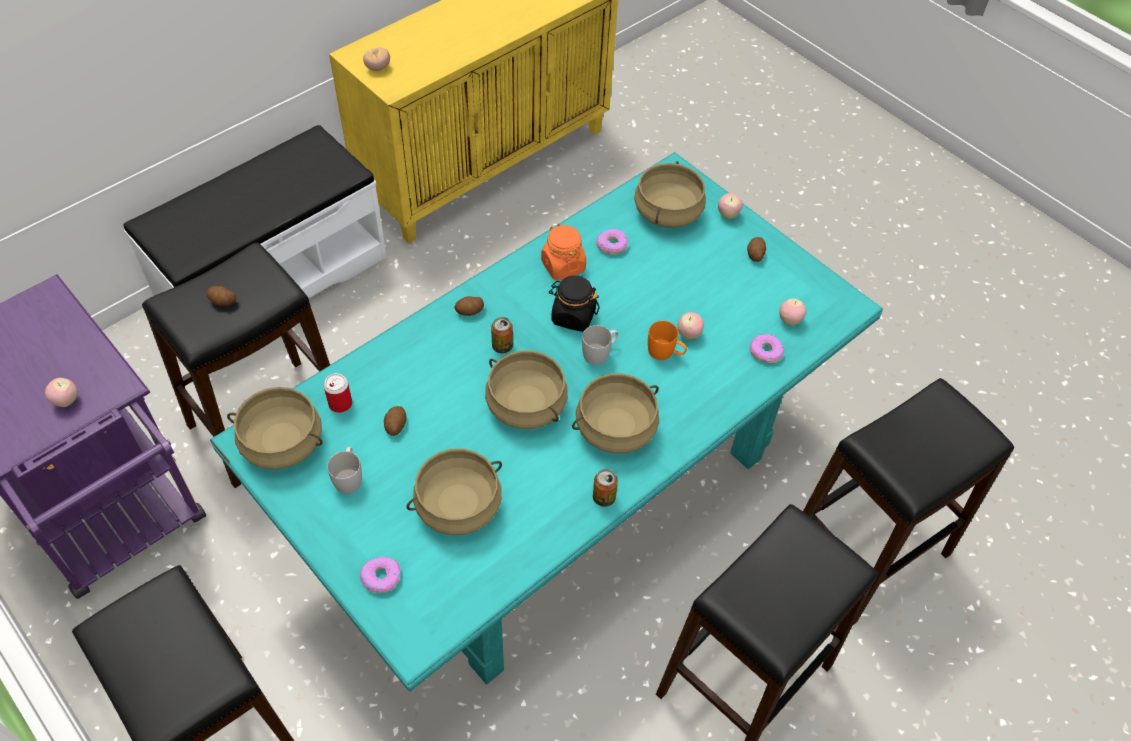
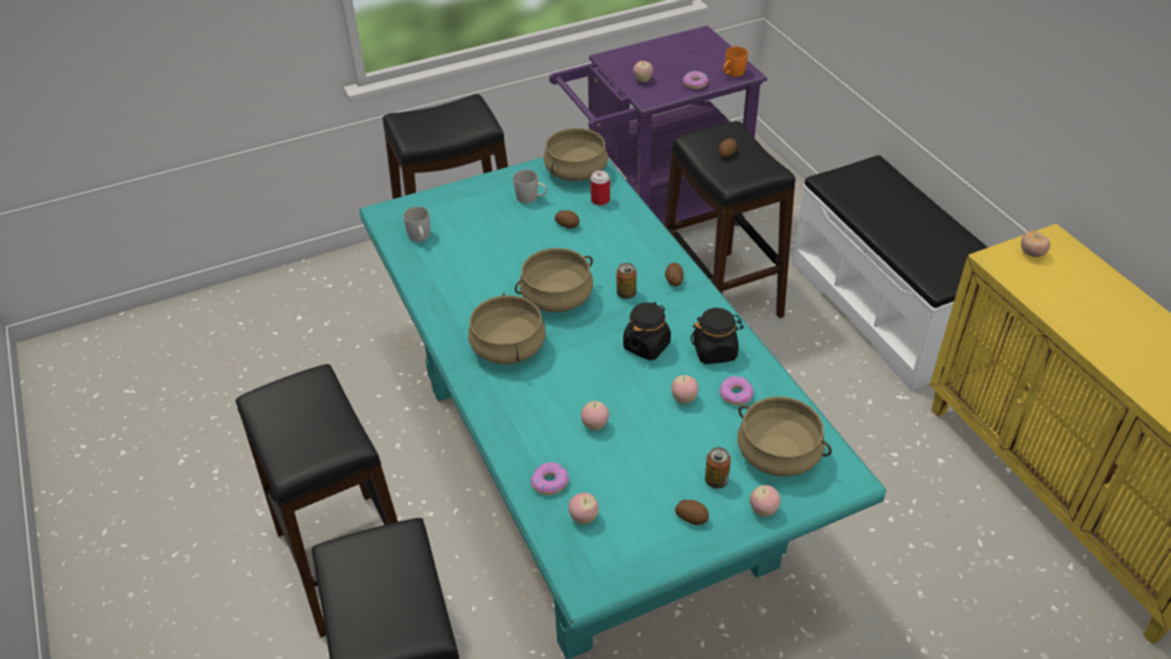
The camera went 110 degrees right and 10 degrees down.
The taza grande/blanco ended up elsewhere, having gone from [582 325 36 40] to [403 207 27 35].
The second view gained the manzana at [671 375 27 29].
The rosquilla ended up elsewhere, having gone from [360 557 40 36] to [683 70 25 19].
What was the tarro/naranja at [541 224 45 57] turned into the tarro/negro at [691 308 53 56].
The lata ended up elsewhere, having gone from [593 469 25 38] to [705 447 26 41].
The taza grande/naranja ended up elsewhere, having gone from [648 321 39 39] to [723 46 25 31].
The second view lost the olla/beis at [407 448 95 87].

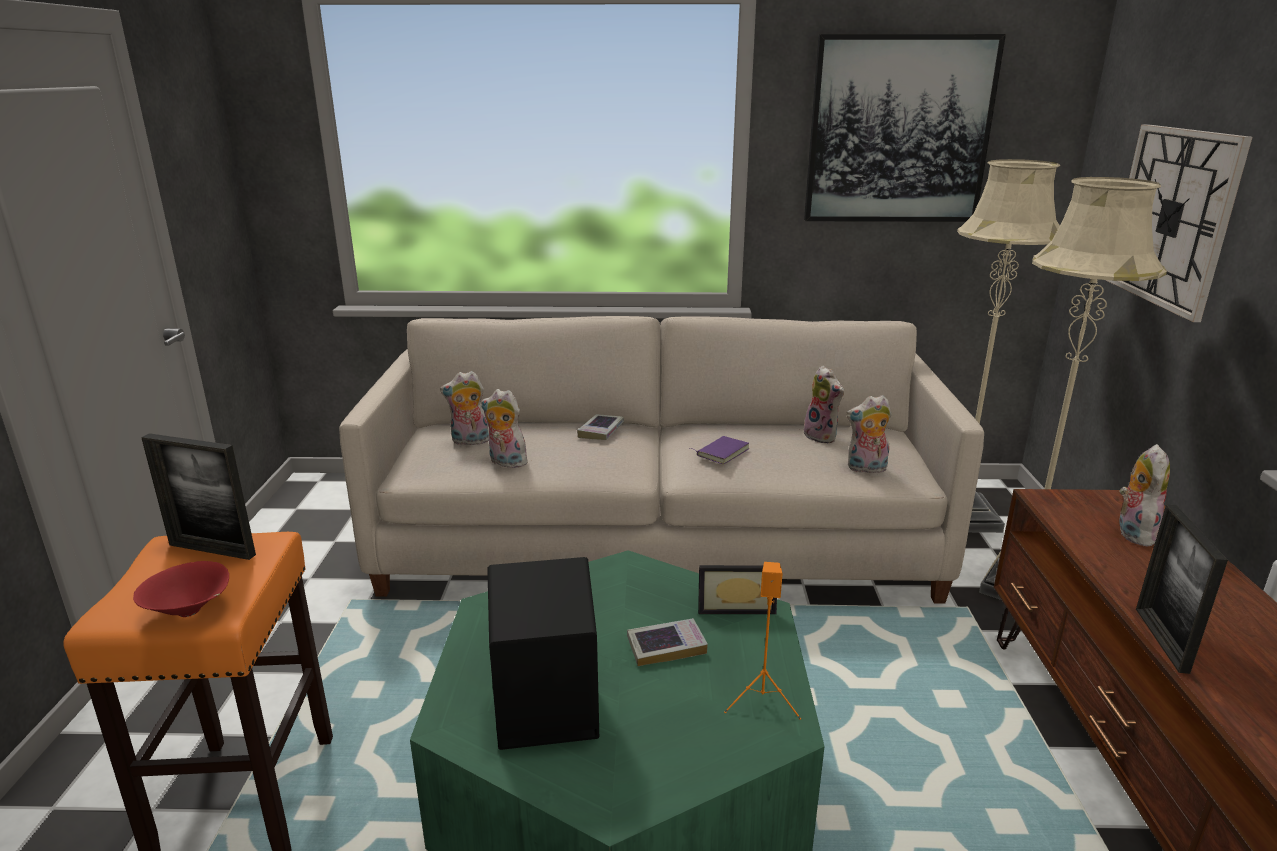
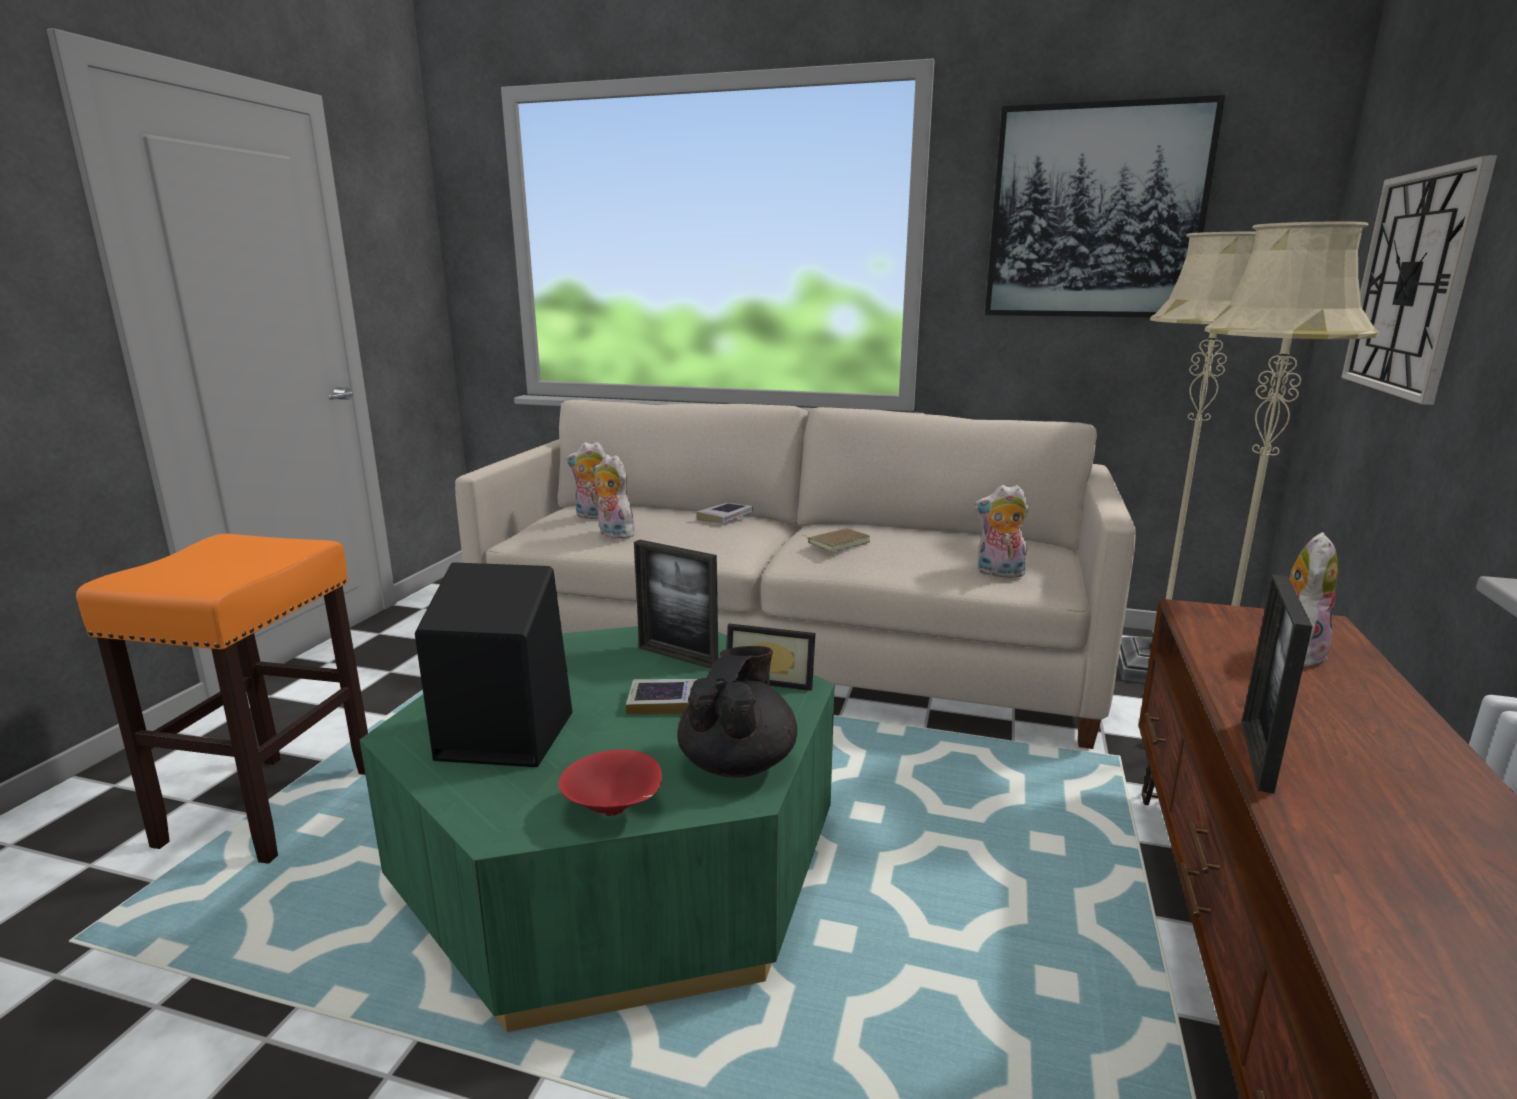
The camera went 15 degrees right and 5 degrees down.
The cuenco/rojo ended up elsewhere, having gone from [133 561 96 56] to [559 749 103 67].
The portarretratos ended up elsewhere, having gone from [141 433 115 127] to [634 540 84 129].
Where the altavoz/naranja stood at [724 562 77 158], the tetera/negro came to stand at [677 646 120 131].
What was the libro/morado at [689 436 60 28] turned into the libro/marrón at [804 529 66 23].
The second view lost the peluche at [804 366 40 77].

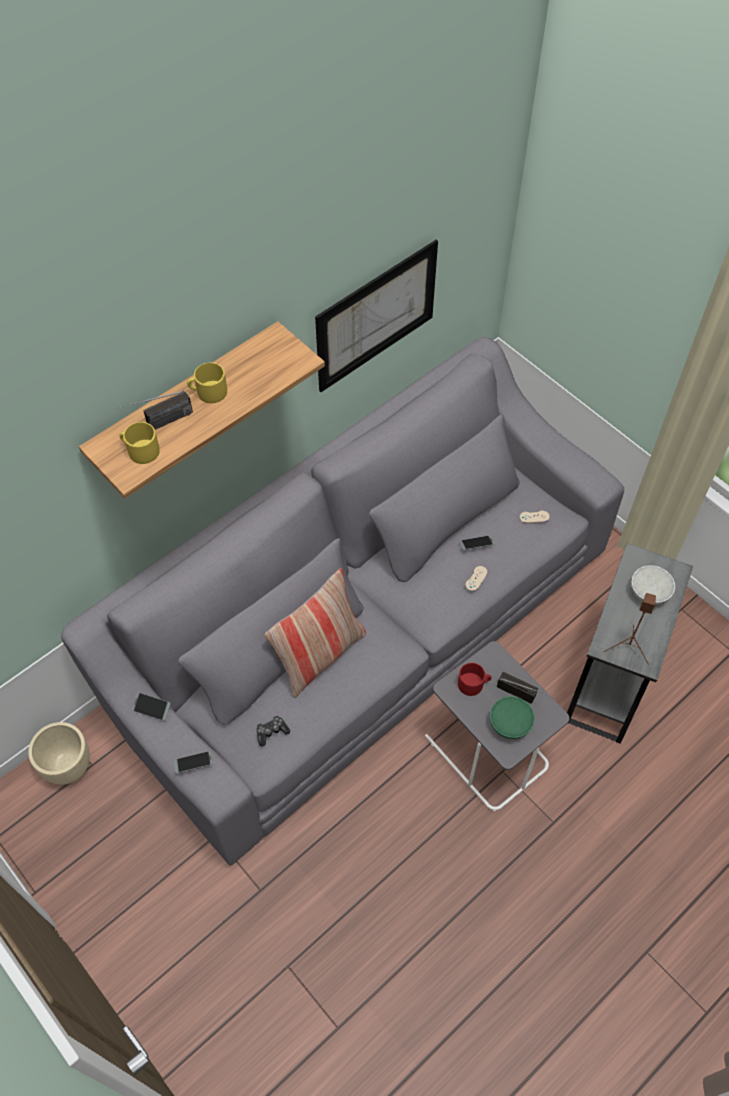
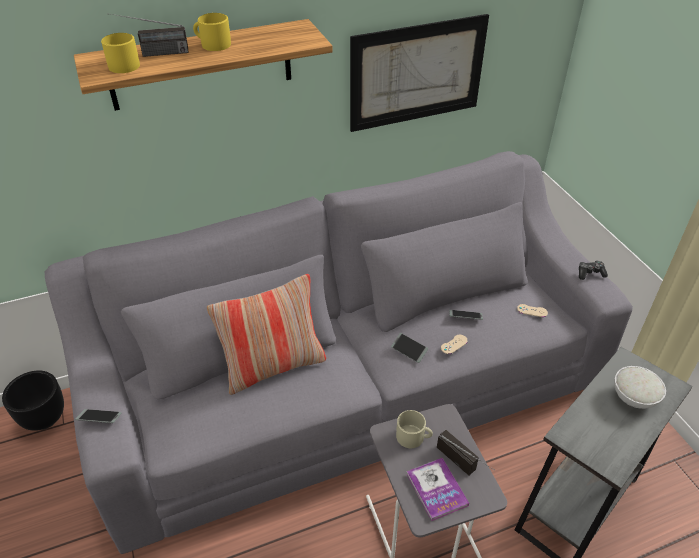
The camera went 20 degrees right and 15 degrees down.
What was the maceta/beis at [28 722 62 63] turned into the maceta/negro at [2 371 62 60].
The móvil ended up elsewhere, having gone from [132 692 39 29] to [391 333 37 30].
What was the taza grande/rojo at [458 663 34 33] turned into the taza grande/beis at [396 410 37 38].
Where the cuenco/verde stood at [490 696 45 43], the libro came to stand at [407 458 62 63].
The mando de consola ended up elsewhere, having gone from [256 715 34 31] to [579 260 29 20].
The second view lost the altavoz/marrón at [603 593 53 72].

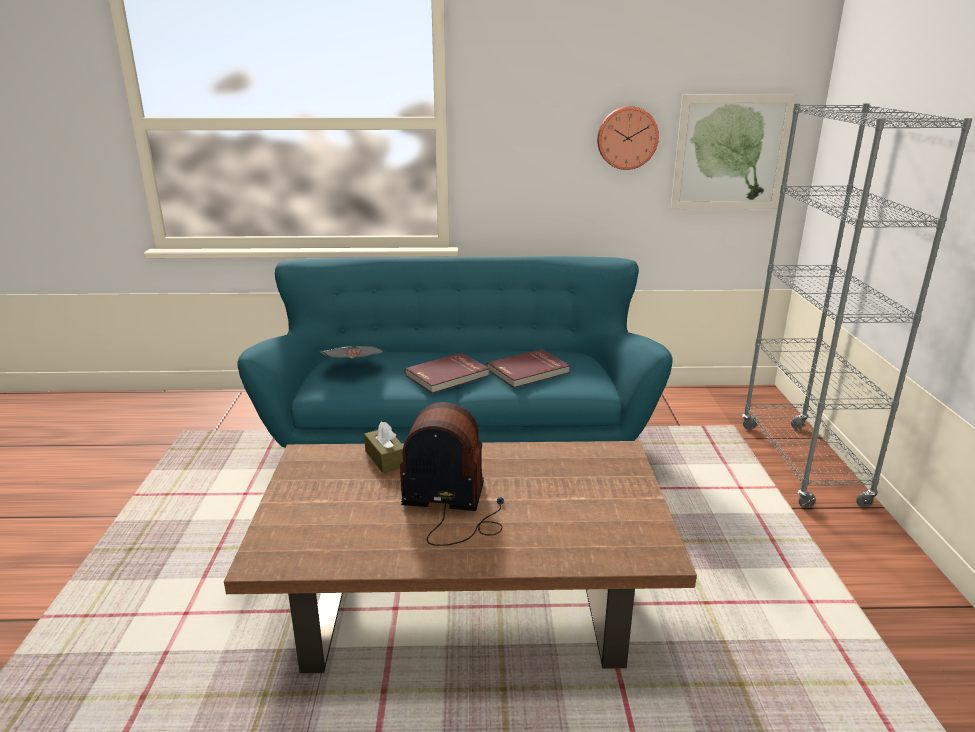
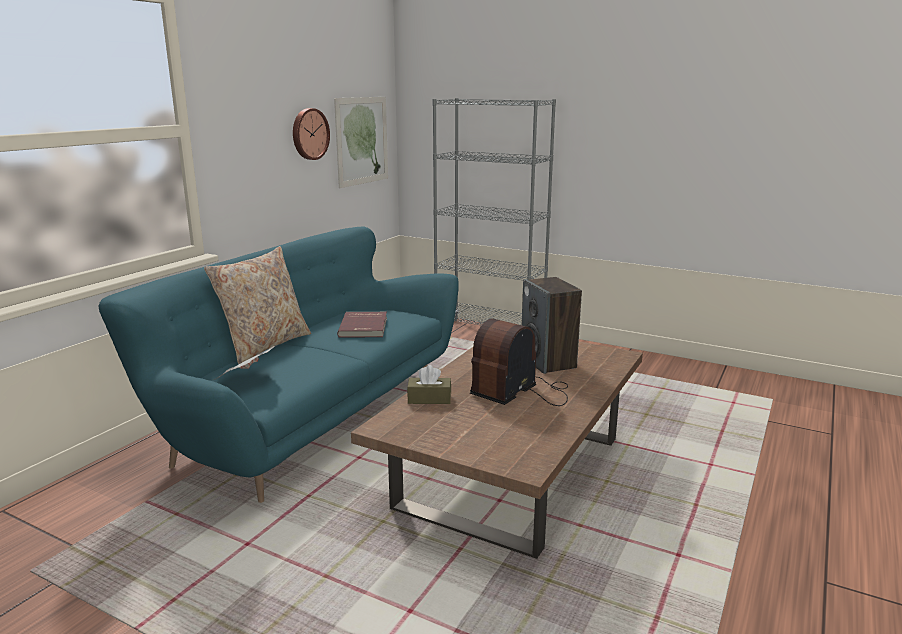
The camera went 60 degrees left and 5 degrees down.
The second view gained the cojín/beis at [204 246 107 118].
The second view gained the altavoz at [522 277 60 97].
The second view lost the libro/rojo at [405 353 84 40].

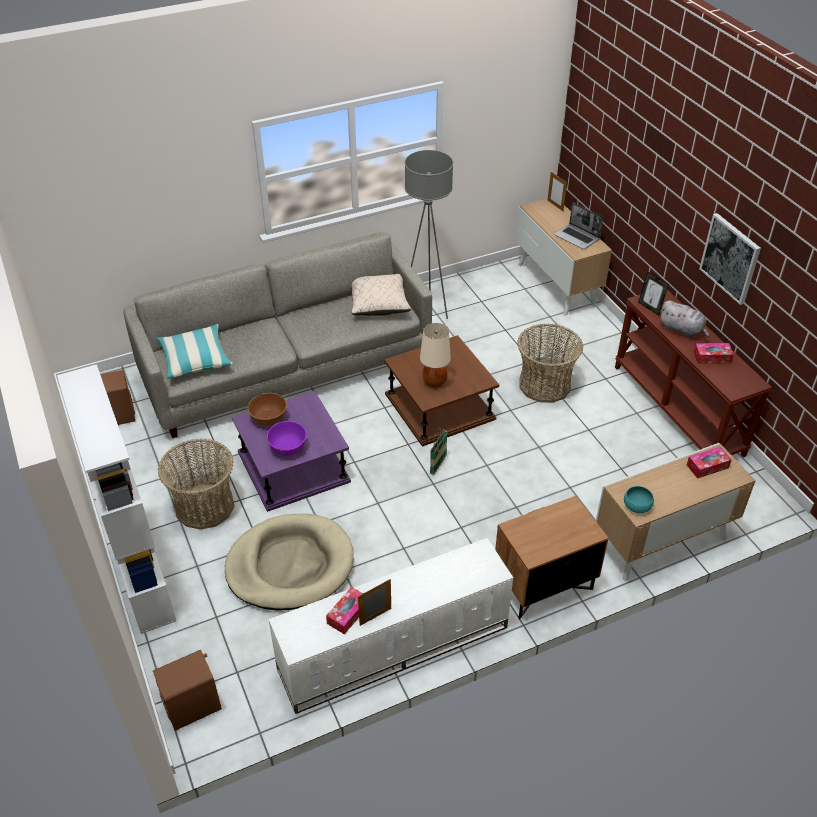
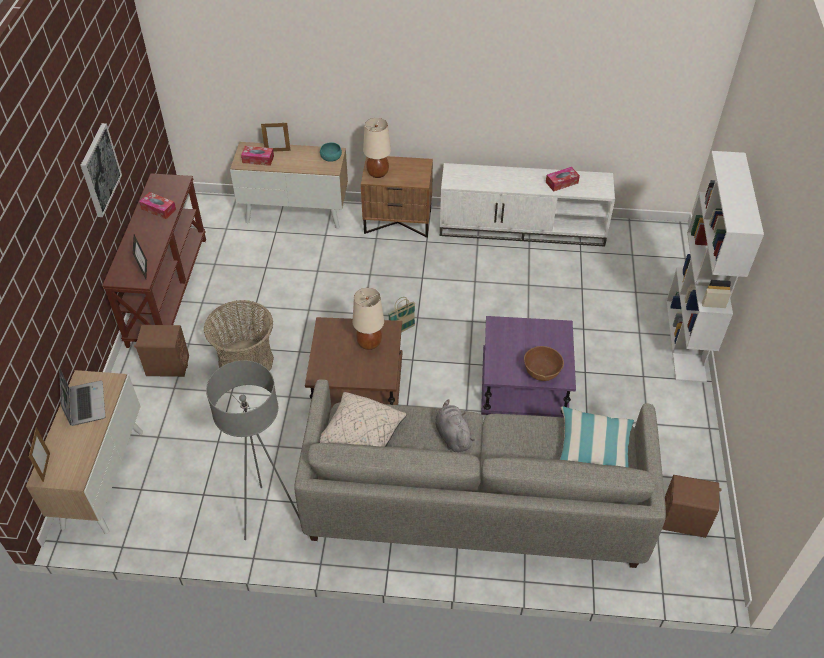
The camera went 150 degrees left and 5 degrees up.
The altavoz/marrón ended up elsewhere, having gone from [153 650 69 81] to [134 325 55 52].
The portarretratos ended up elsewhere, having gone from [358 579 33 47] to [261 122 30 30].
The second view gained the lámpara de mesa/beis at [363 118 28 60].
The peluche/gris ended up elsewhere, having gone from [660 300 50 38] to [436 399 39 53].
The second view lost the cesta at [158 439 76 91].
The second view lost the cama para perro/beis at [225 514 129 97].
The second view lost the cuenco/morado at [267 421 40 35].

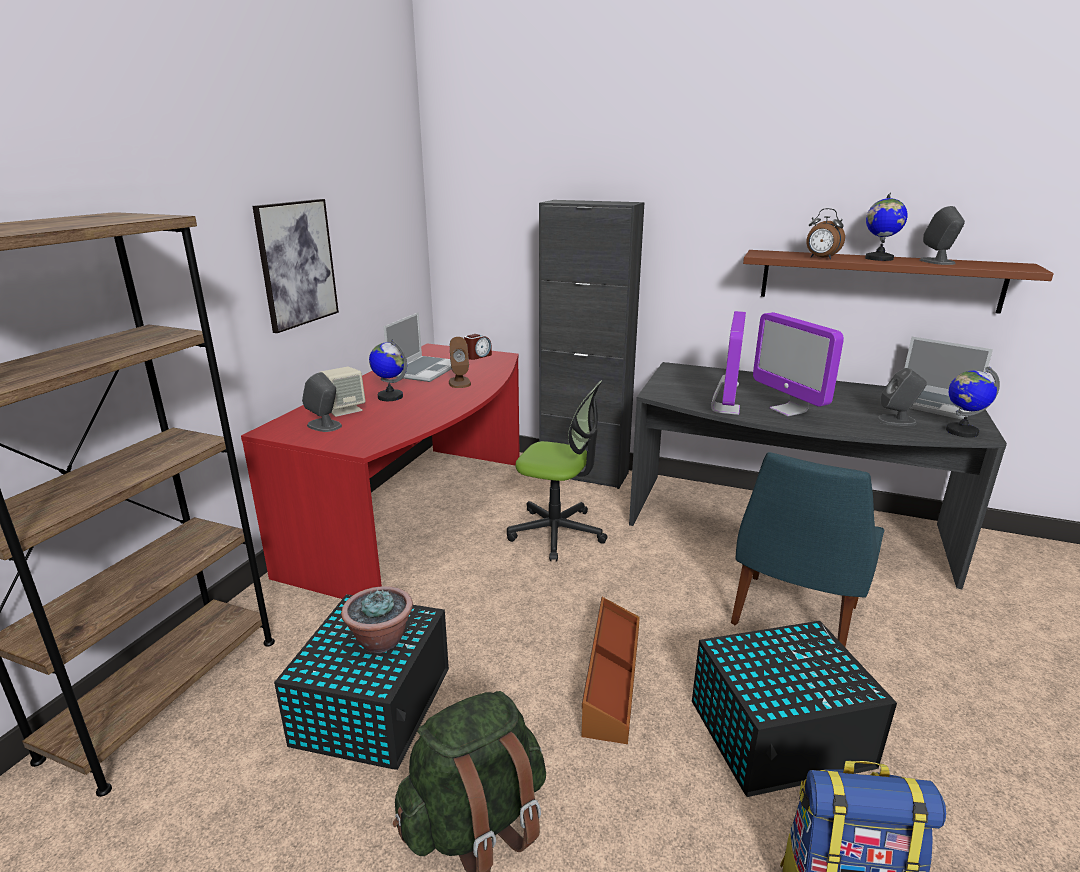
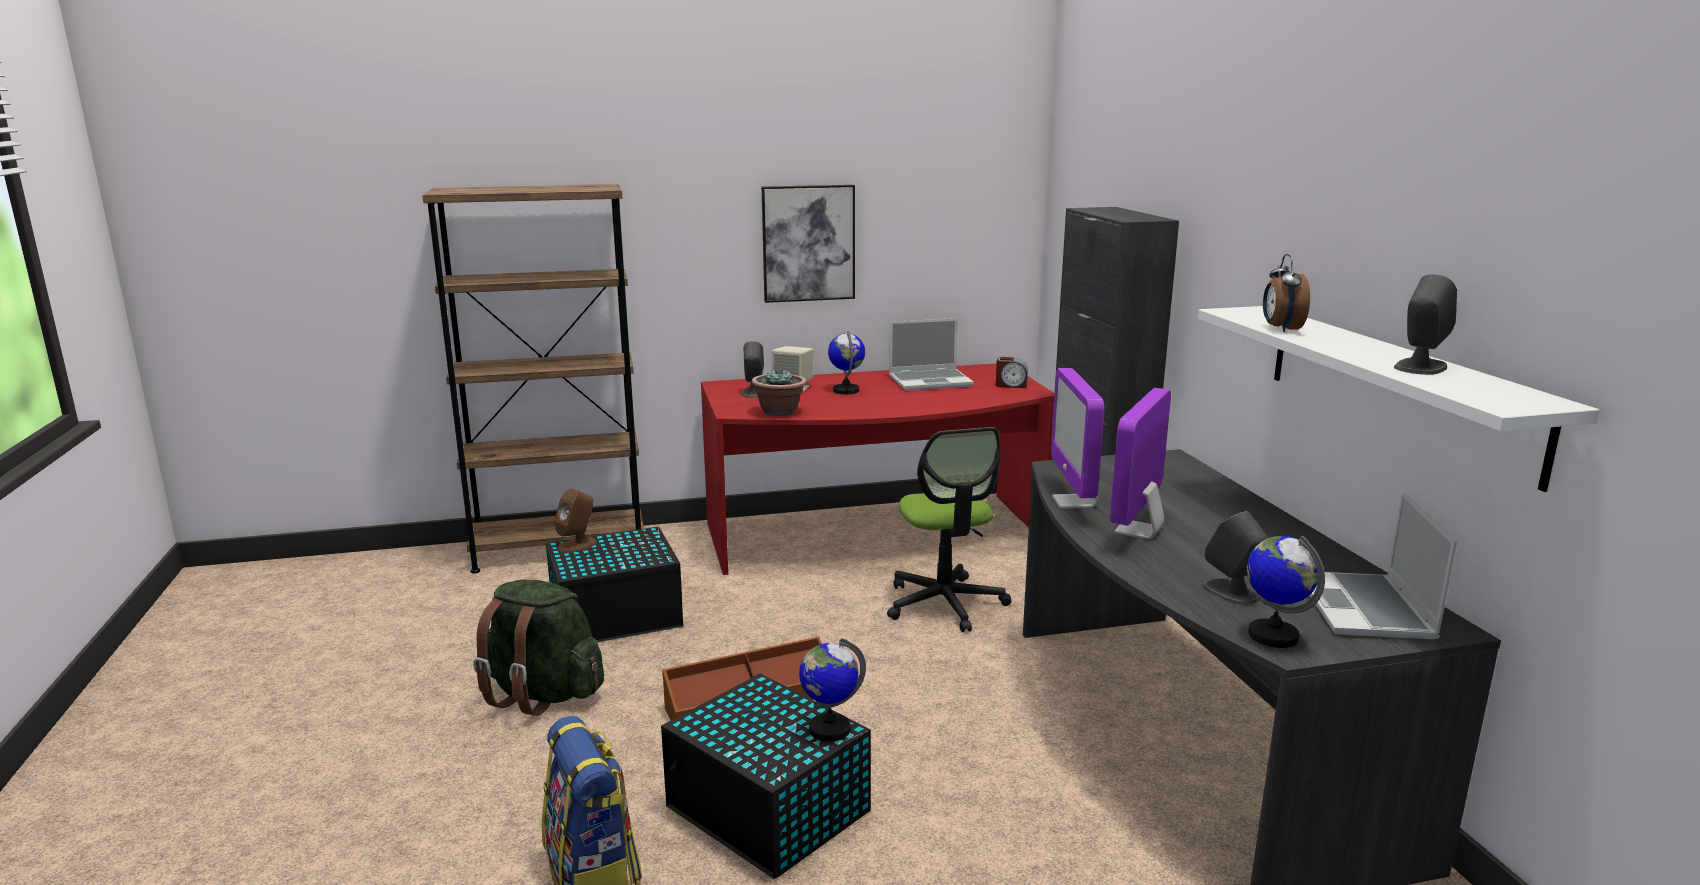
The camera went 55 degrees right and 5 degrees down.
The altavoz/marrón ended up elsewhere, having gone from [449 337 22 51] to [554 489 43 64].
The planta en maceta ended up elsewhere, having gone from [341 586 72 67] to [751 369 56 47].
The globo terráqueo ended up elsewhere, having gone from [865 192 43 69] to [799 638 67 104].
The monitor at [711 311 35 104] ended up facing another way, 105 degrees clockwise from before.
What was the estante/marrón at [743 250 311 64] turned into the estante/blanco at [1198 306 401 186].
The second view lost the silla/azul at [731 452 153 195].

